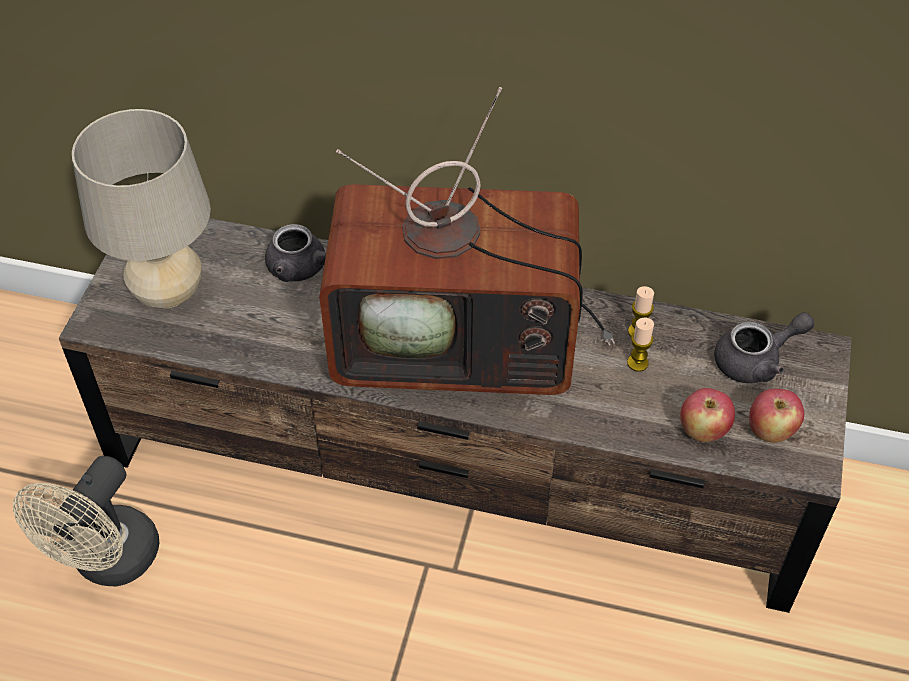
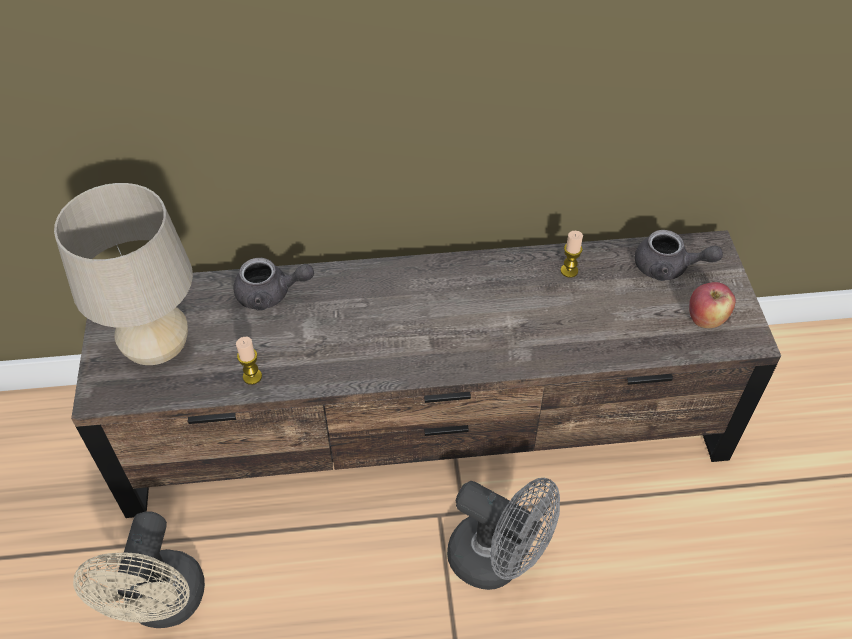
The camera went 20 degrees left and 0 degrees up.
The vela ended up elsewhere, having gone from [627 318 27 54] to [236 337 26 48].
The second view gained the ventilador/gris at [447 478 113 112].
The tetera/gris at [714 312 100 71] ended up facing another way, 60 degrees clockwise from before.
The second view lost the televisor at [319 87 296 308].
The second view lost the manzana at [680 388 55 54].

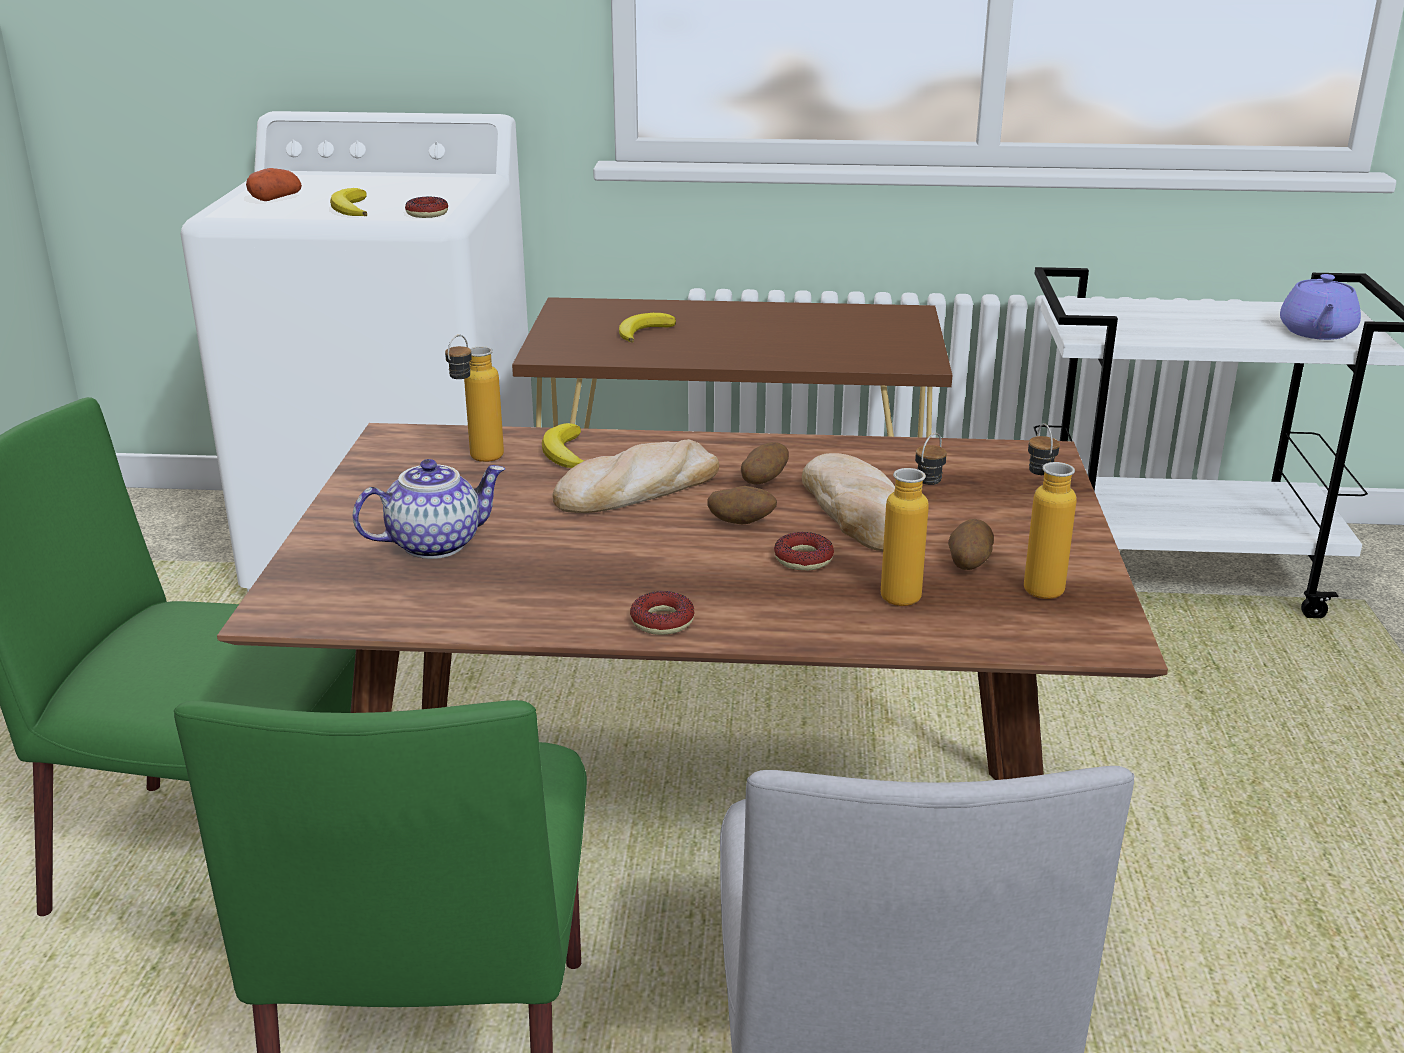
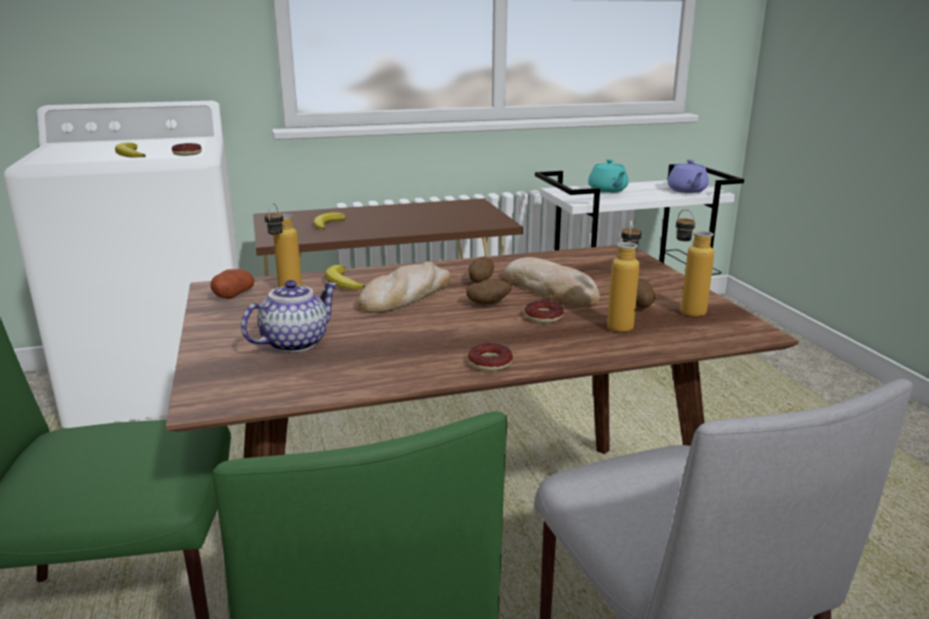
The camera went 20 degrees left and 5 degrees down.
The patata ended up elsewhere, having gone from [246 168 56 33] to [210 269 45 30].
The second view gained the tetera/turquesa at [588 159 40 34].

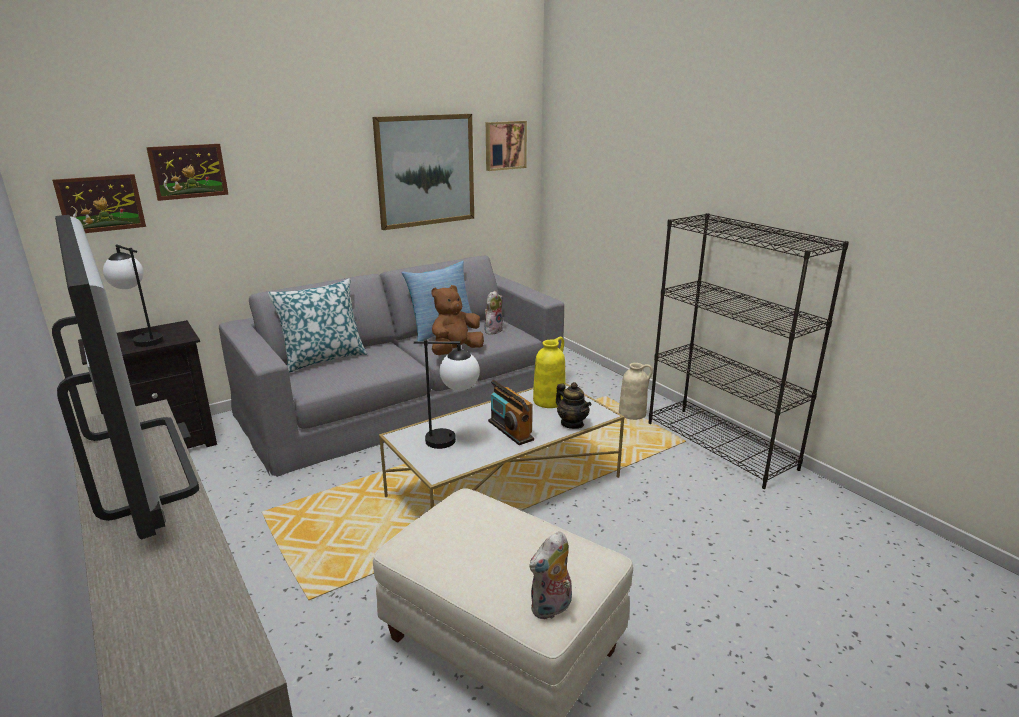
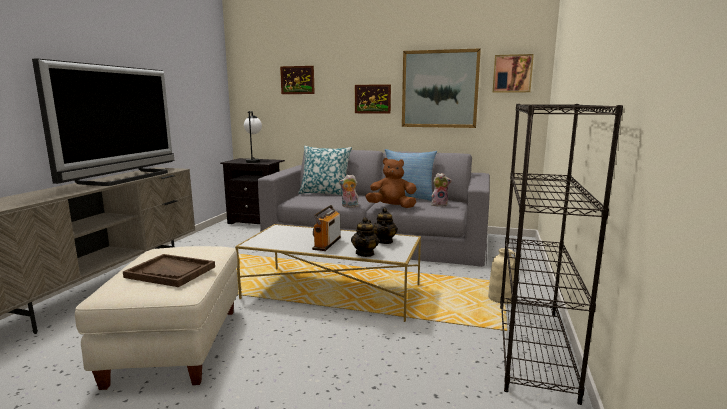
The camera went 50 degrees right and 10 degrees down.
The second view gained the bandeja/marrón at [123 254 92 33].
The peluche ended up elsewhere, having gone from [529 531 43 88] to [339 175 20 33].
The cuadro ended up elsewhere, having gone from [52 174 94 59] to [355 84 36 30].
Where the florero/amarillo stood at [533 337 33 71], the tetera came to stand at [373 208 25 36].
The second view lost the lámpara de mesa at [414 340 66 109].

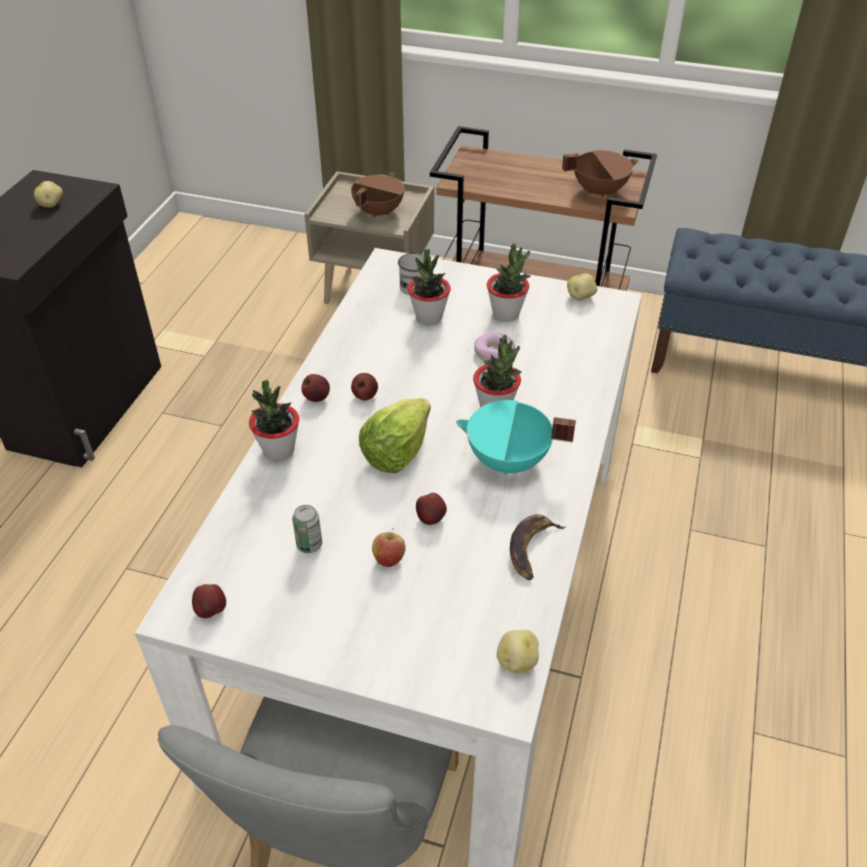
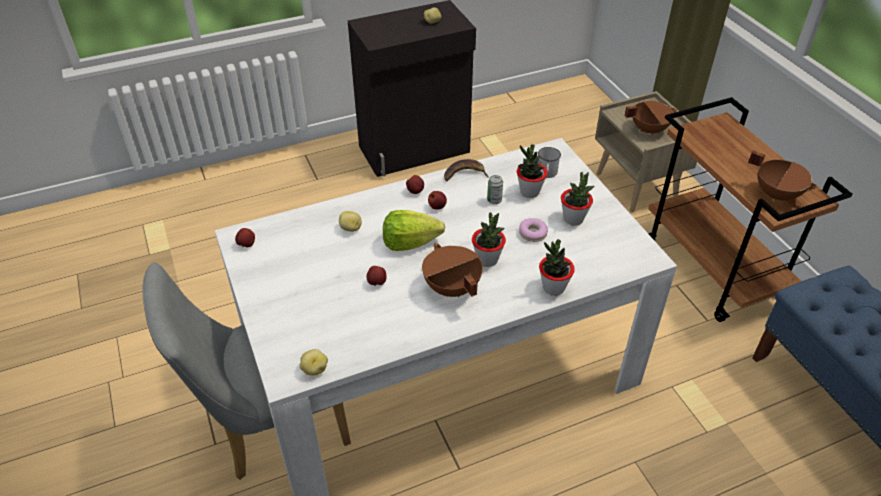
The camera went 50 degrees right and 0 degrees up.
The patata ended up elsewhere, having gone from [567 273 30 28] to [339 211 23 21].
What was the olla/turquesa at [456 400 120 75] turned into the olla/marrón at [422 243 61 54].
The plátano ended up elsewhere, having gone from [510 514 56 66] to [444 159 45 22].
The lata ended up elsewhere, having gone from [292 505 30 48] to [487 175 16 29].
The planta en maceta ended up elsewhere, having gone from [249 380 50 81] to [539 239 36 57].
The second view lost the manzana at [372 528 34 39].

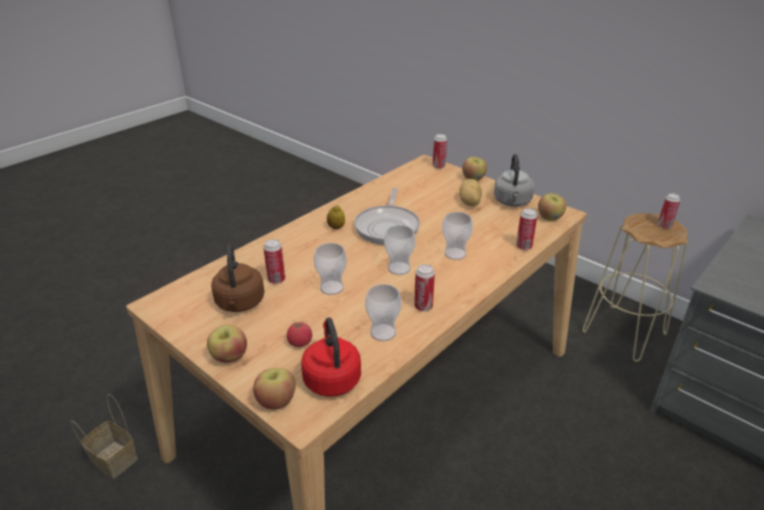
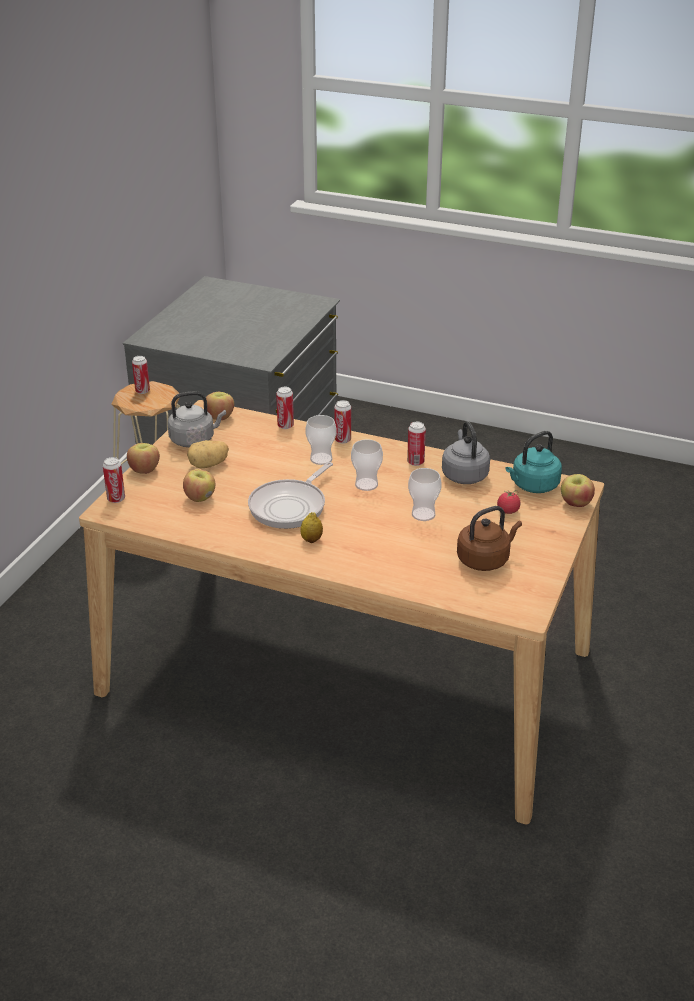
The camera went 110 degrees left and 0 degrees up.
The manzana ended up elsewhere, having gone from [207 325 40 38] to [183 469 32 33].
The sartén at [354 188 66 57] ended up facing another way, 135 degrees clockwise from before.
The lata ended up elsewhere, having gone from [264 239 21 45] to [334 400 17 44].
Where the taza stood at [365 284 36 57], the hervidor/gris came to stand at [442 421 48 63].
What was the hervidor/rojo at [301 318 60 79] turned into the hervidor/turquesa at [505 431 57 62].
The second view lost the cesta at [71 394 67 85].

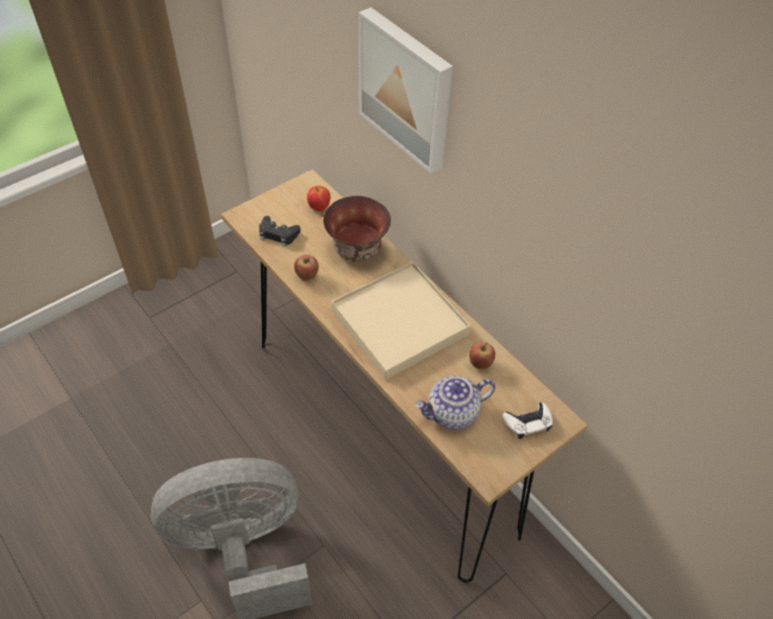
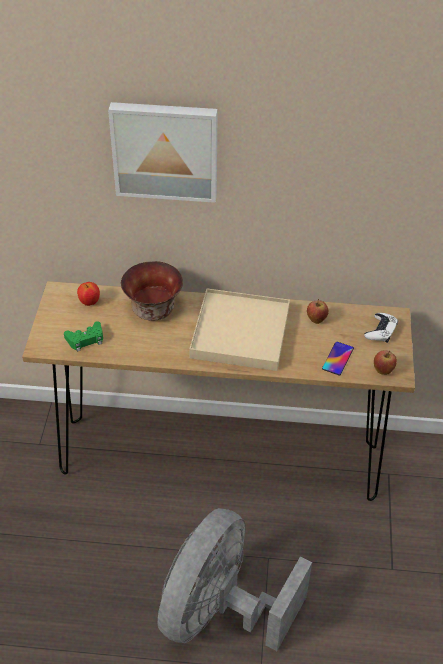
The camera went 45 degrees left and 5 degrees down.
What was the mando de consola/negro at [259 216 42 31] turned into the mando de consola/verde at [64 321 39 31].
Where the tetera stood at [414 376 81 54], the móvil came to stand at [322 342 32 33].
The manzana ended up elsewhere, having gone from [294 255 25 26] to [374 350 23 25].

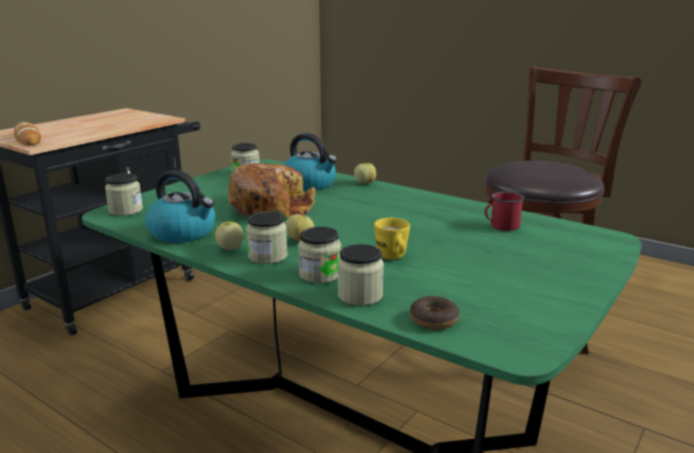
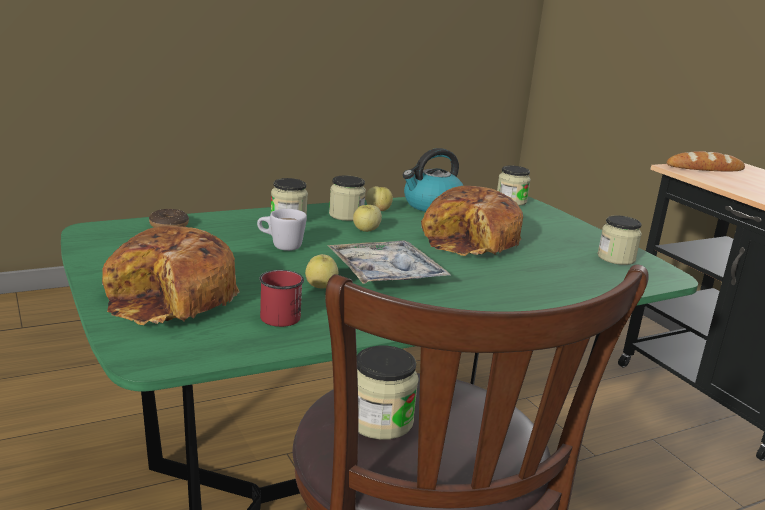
The camera went 115 degrees right and 0 degrees up.
The second view gained the pan at [102 226 137 99].
What was the taza grande/amarillo at [374 218 36 42] turned into the taza grande/blanco at [257 209 50 42].
The manzana ended up elsewhere, having gone from [354 163 22 20] to [305 254 33 35].
The second view gained the bandeja at [327 241 124 43].
The tarro ended up elsewhere, having gone from [338 244 46 62] to [357 345 62 95].
The second view lost the hervidor at [284 133 53 58].

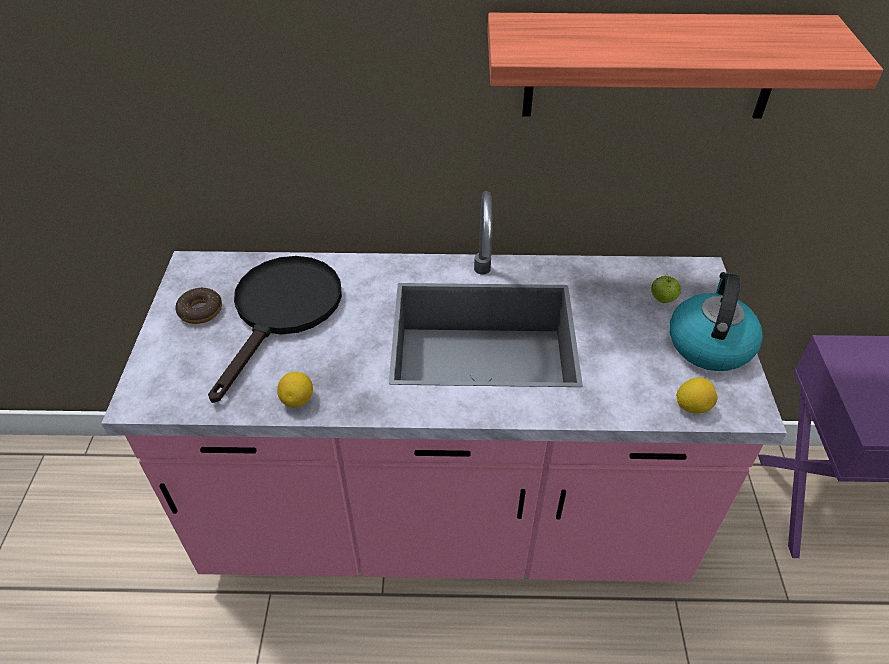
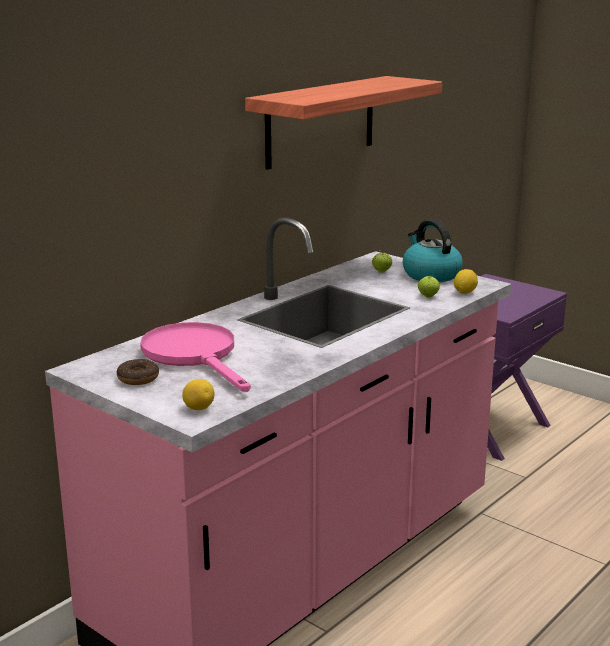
The camera went 50 degrees left and 25 degrees down.
What was the sartén/negro at [208 256 134 147] turned into the sartén/rosa at [140 322 111 70].
The limón ended up elsewhere, having gone from [277 372 36 35] to [182 379 33 31].
The second view gained the manzana at [418 274 22 24].

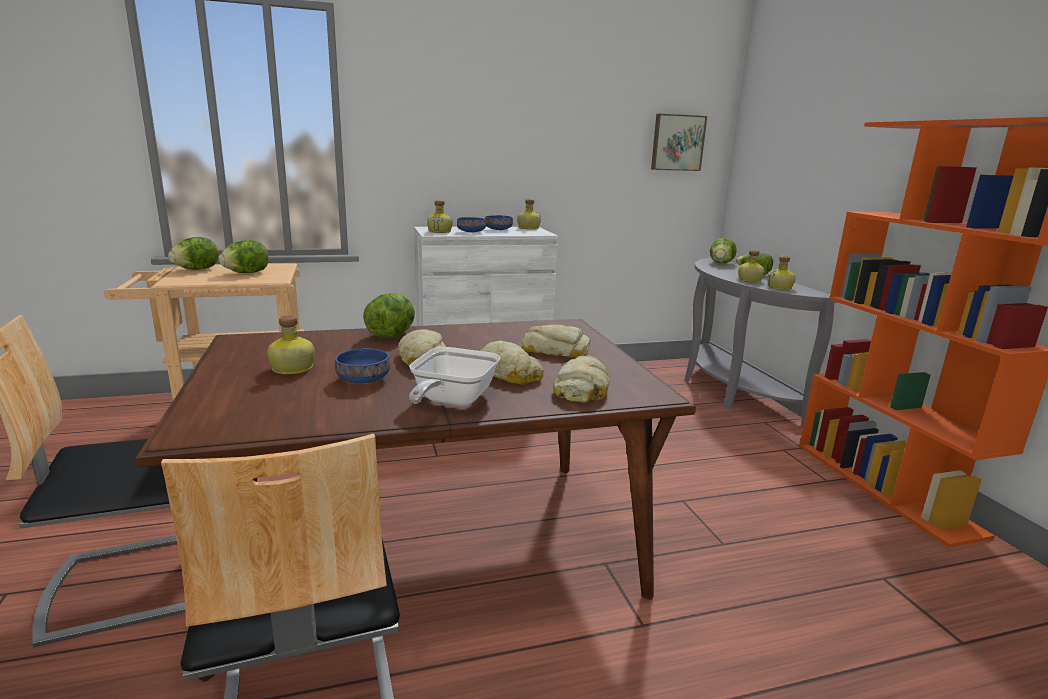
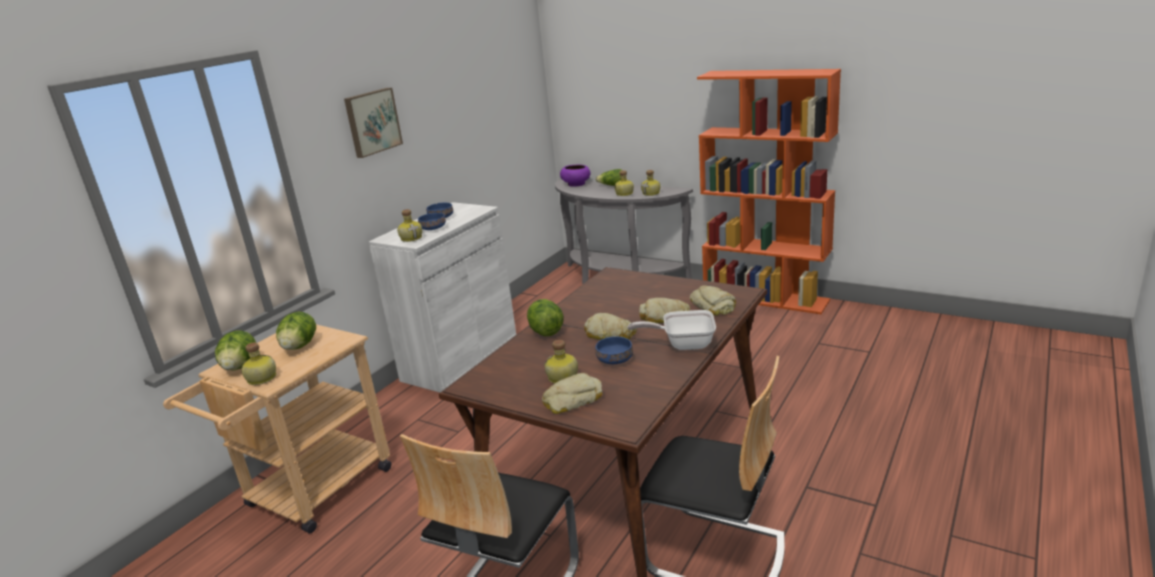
The camera went 40 degrees left and 5 degrees up.
The botella ended up elsewhere, having gone from [517 199 24 30] to [241 343 35 42].
The cuadro ended up elsewhere, having gone from [651 114 56 57] to [344 88 59 70].
The pan ended up elsewhere, having gone from [522 325 68 32] to [542 373 60 41].
Where the lechuga stood at [710 238 27 25], the cuenco/morado came to stand at [560 165 31 22].
The sartén at [409 347 92 59] ended up facing another way, 120 degrees clockwise from before.

